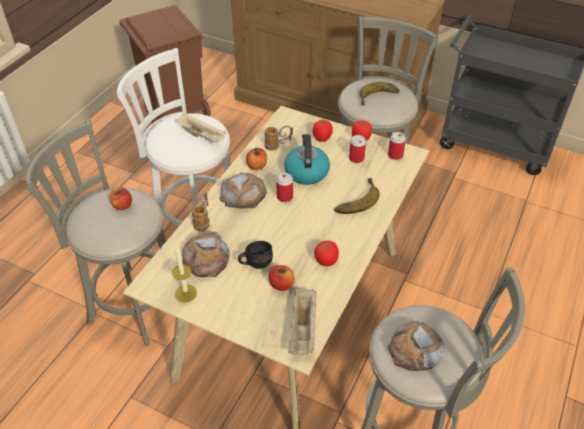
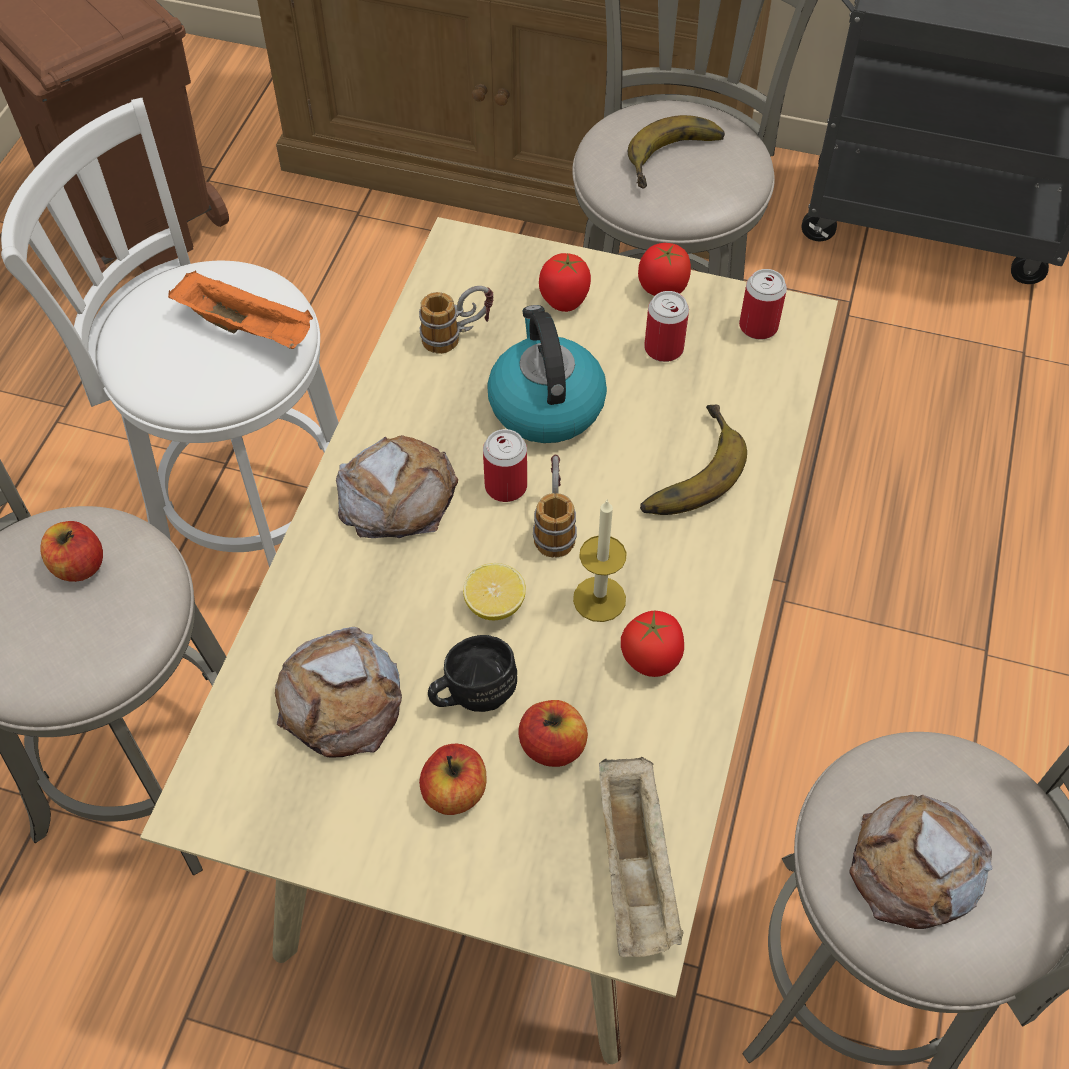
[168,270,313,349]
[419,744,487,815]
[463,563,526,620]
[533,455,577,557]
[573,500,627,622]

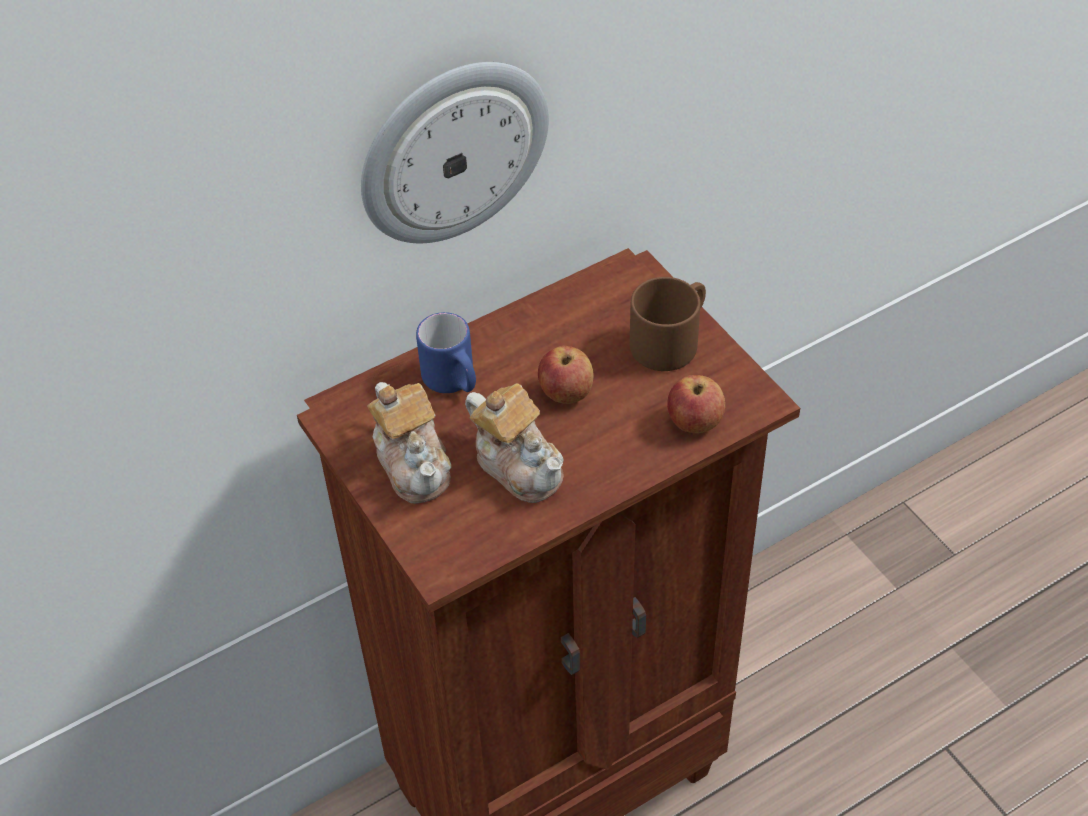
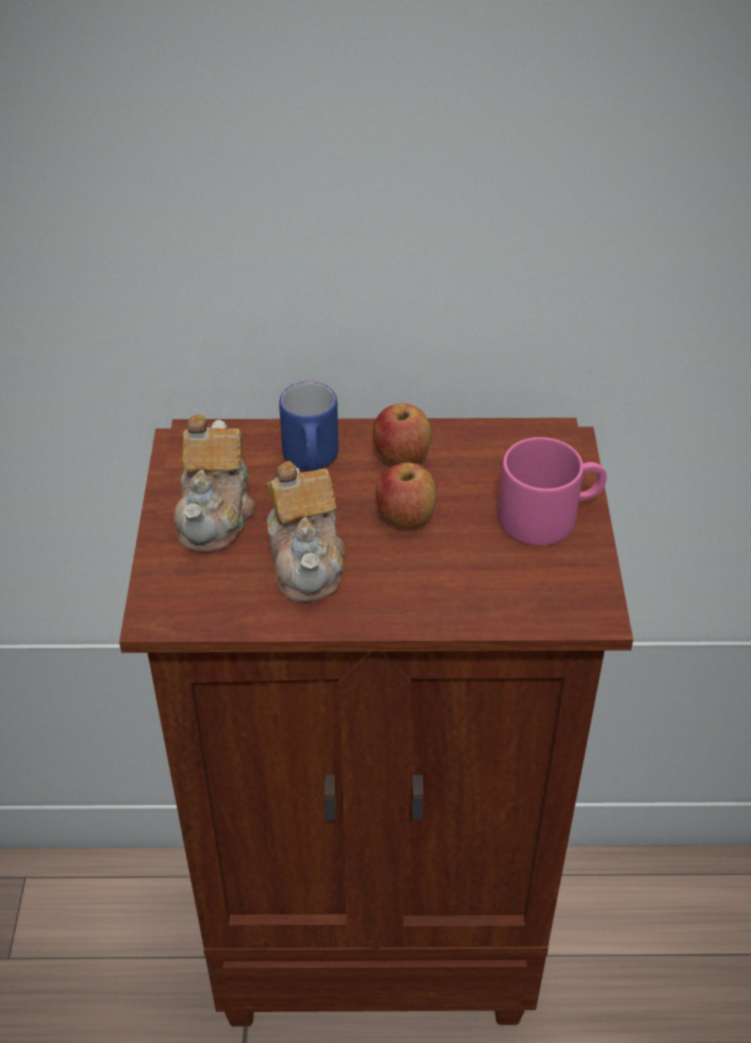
[373,403,431,464]
[498,437,607,545]
[361,62,549,243] (first image)

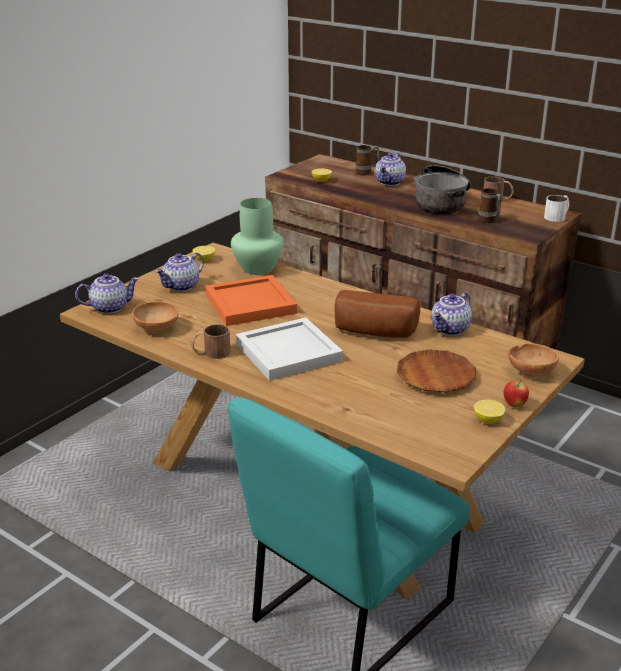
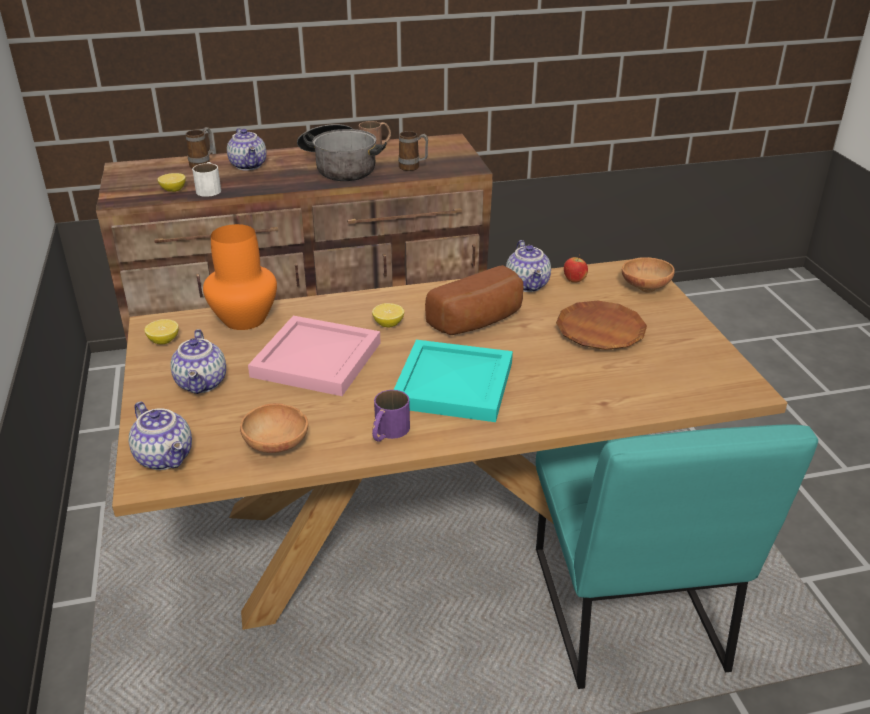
[129,402,192,470]
[192,162,221,197]
[203,224,277,330]
[248,316,381,396]
[372,303,404,327]
[372,390,410,441]
[394,340,513,422]
[564,254,588,283]

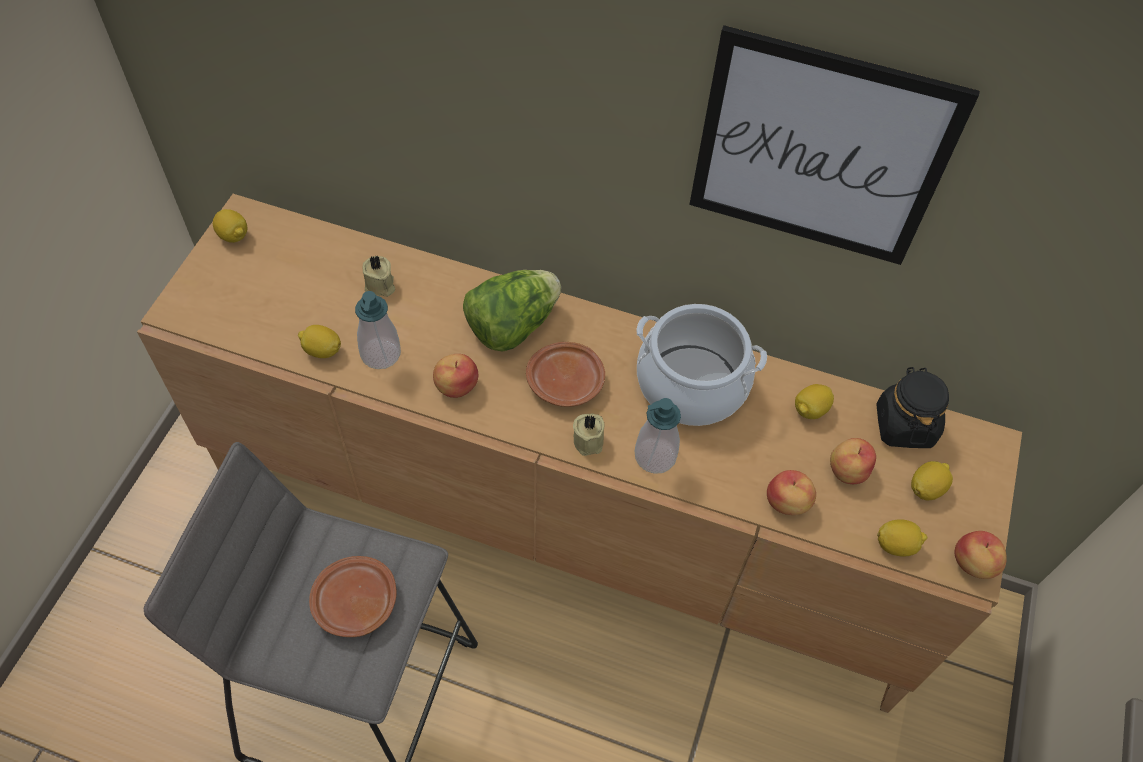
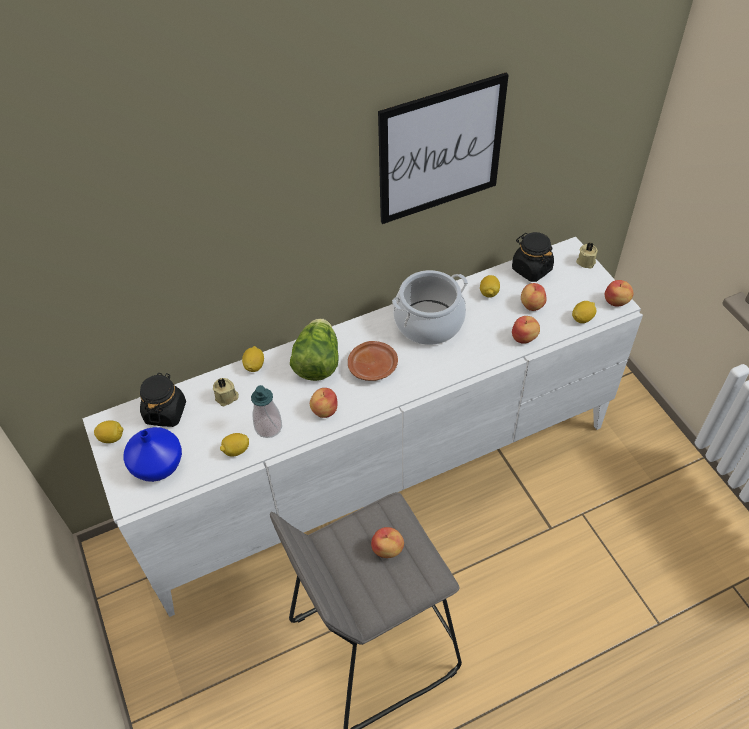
[82,237,643,617]
[124,427,182,482]
[140,373,186,427]
[242,346,264,372]
[371,527,404,558]
[576,243,598,268]
[634,398,681,474] (first image)

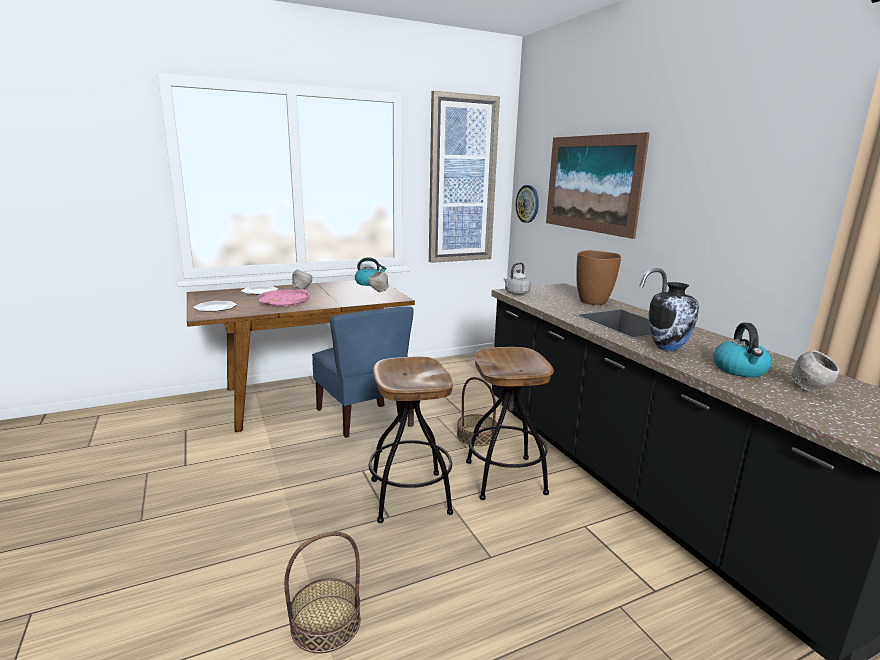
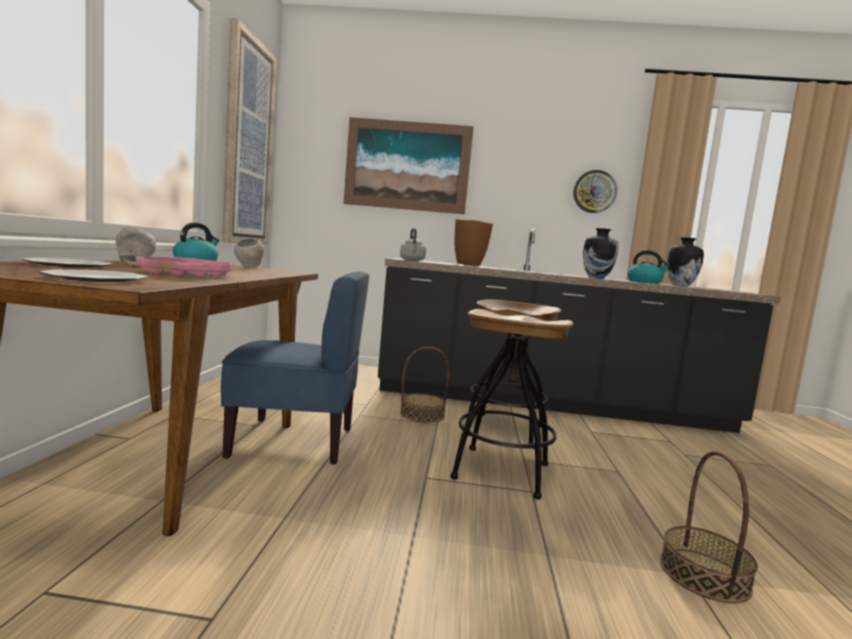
[573,170,617,213]
[667,237,704,286]

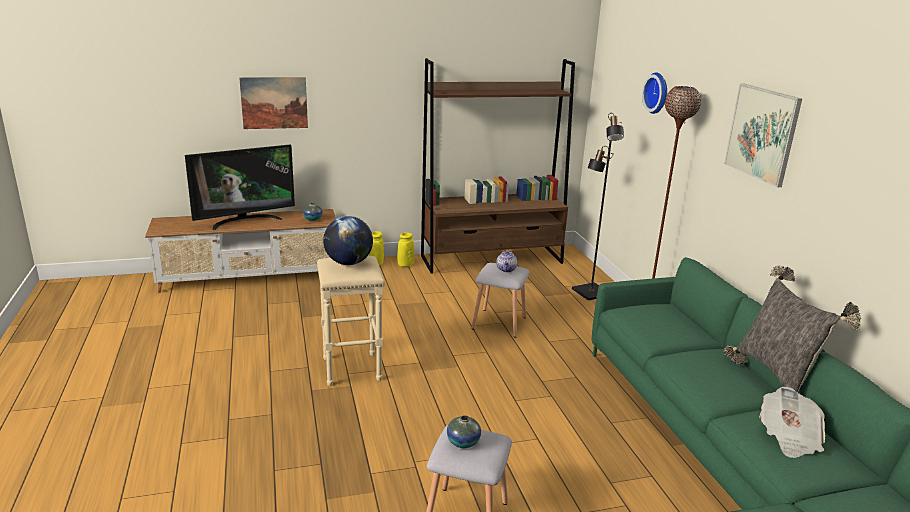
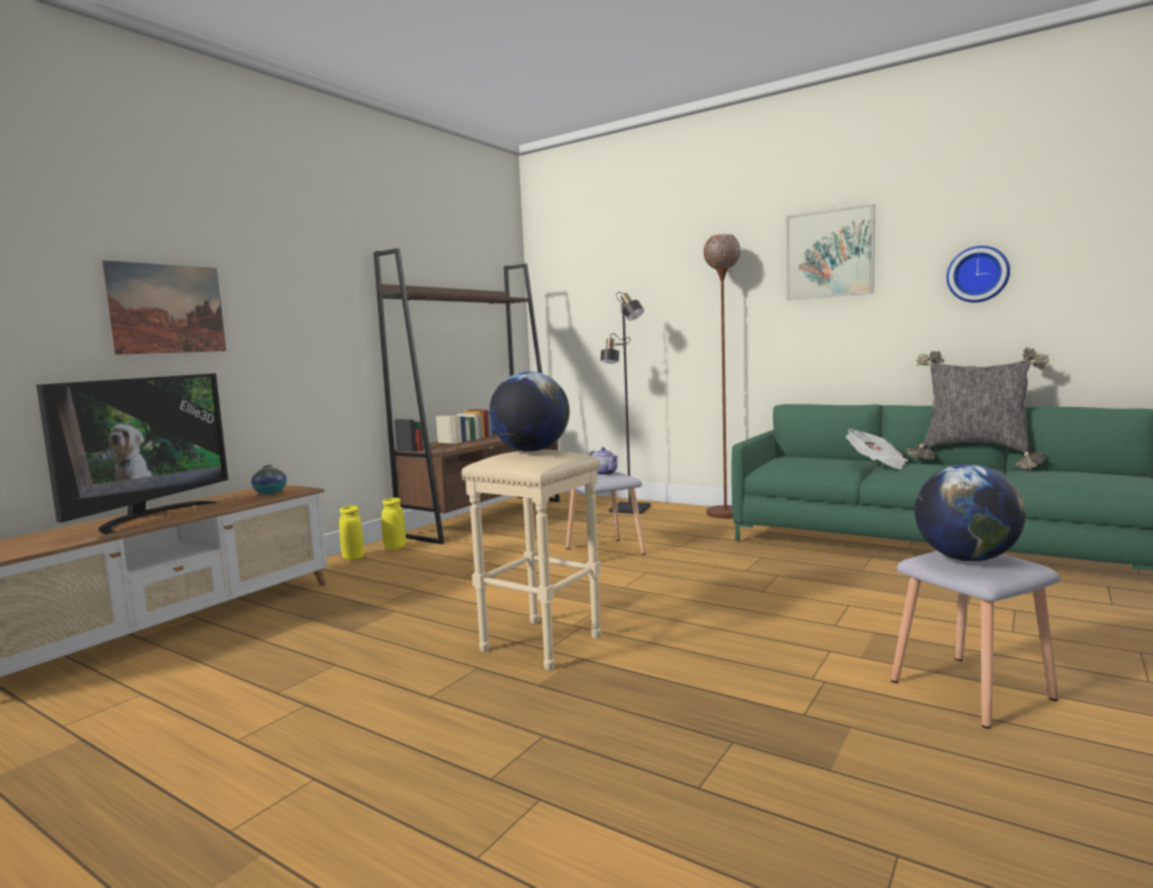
[846,429,908,469]
[915,464,1026,561]
[947,246,1010,303]

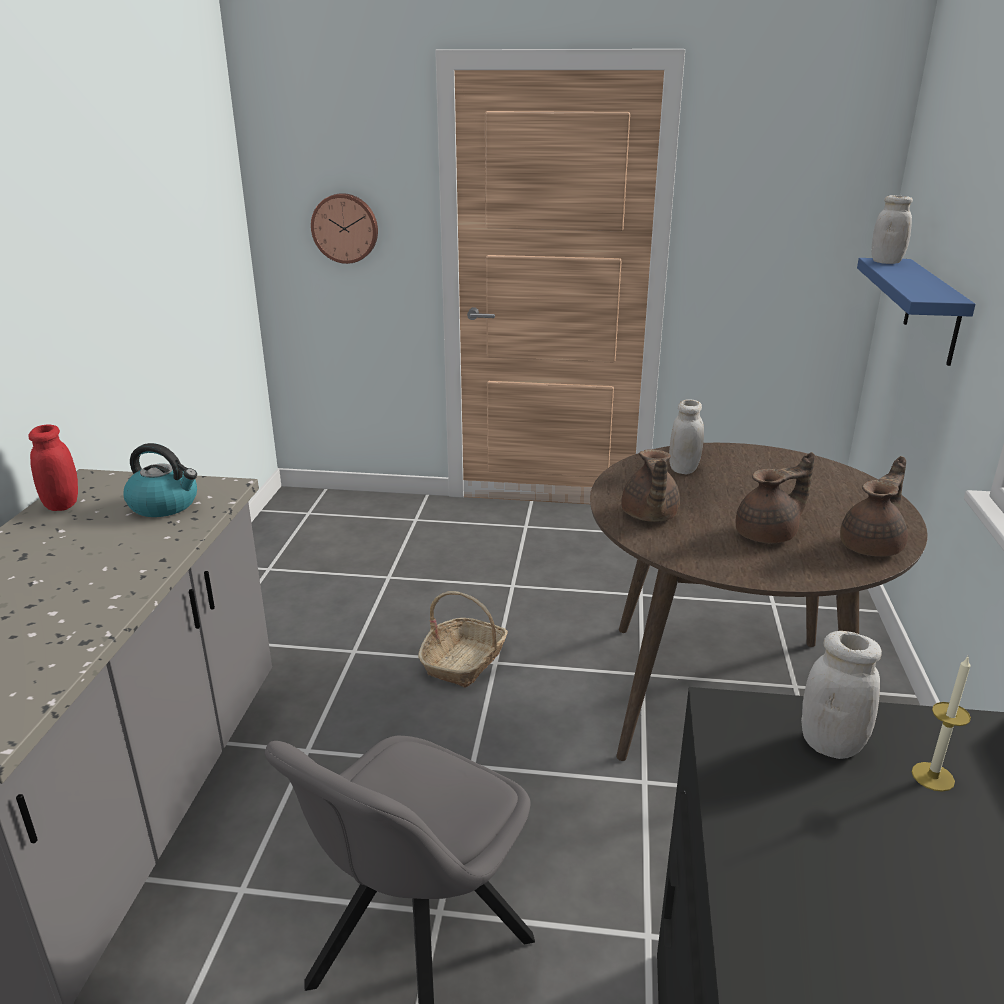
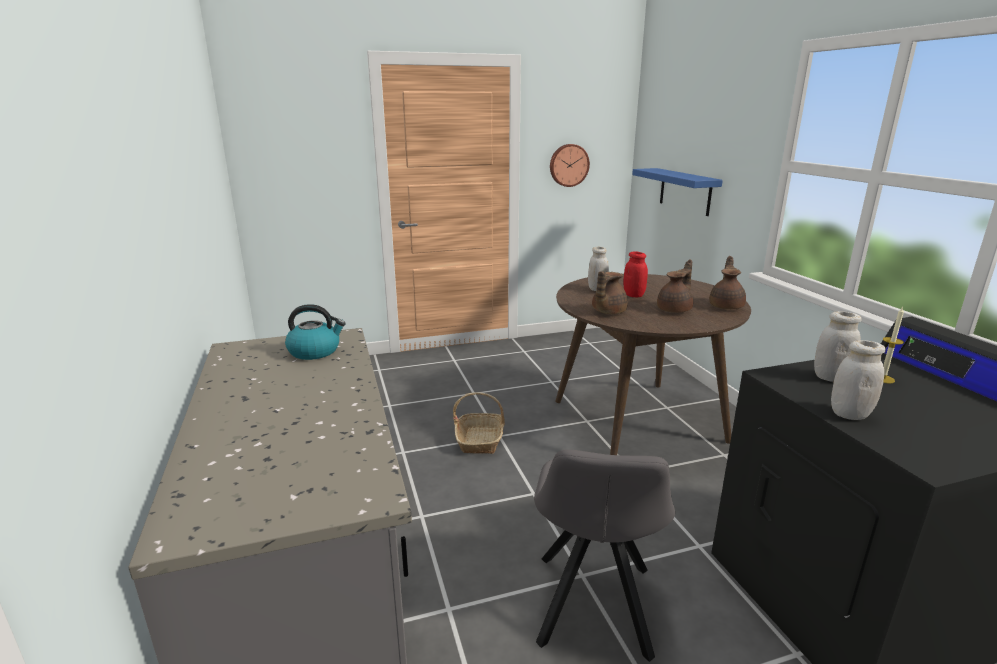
[550,144,590,187]
[592,271,628,314]
[623,252,648,297]
[831,340,886,420]

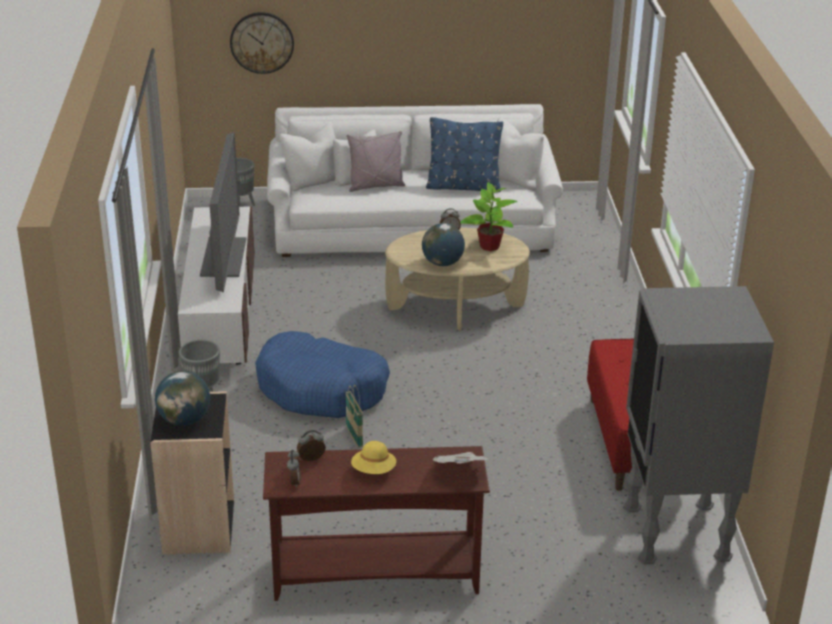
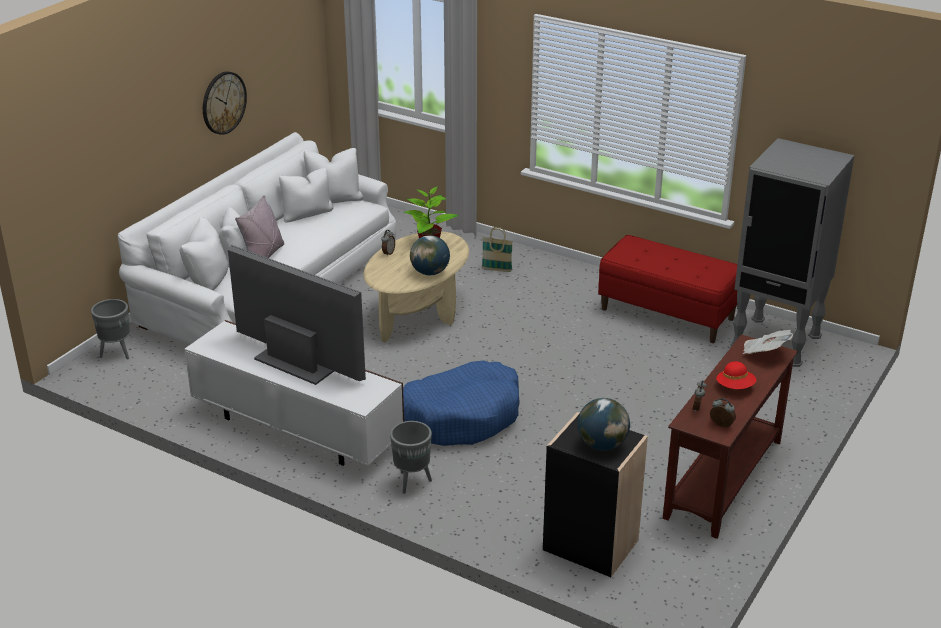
[203,72,247,135]
[482,227,513,272]
[716,361,756,389]
[426,117,503,192] (first image)

